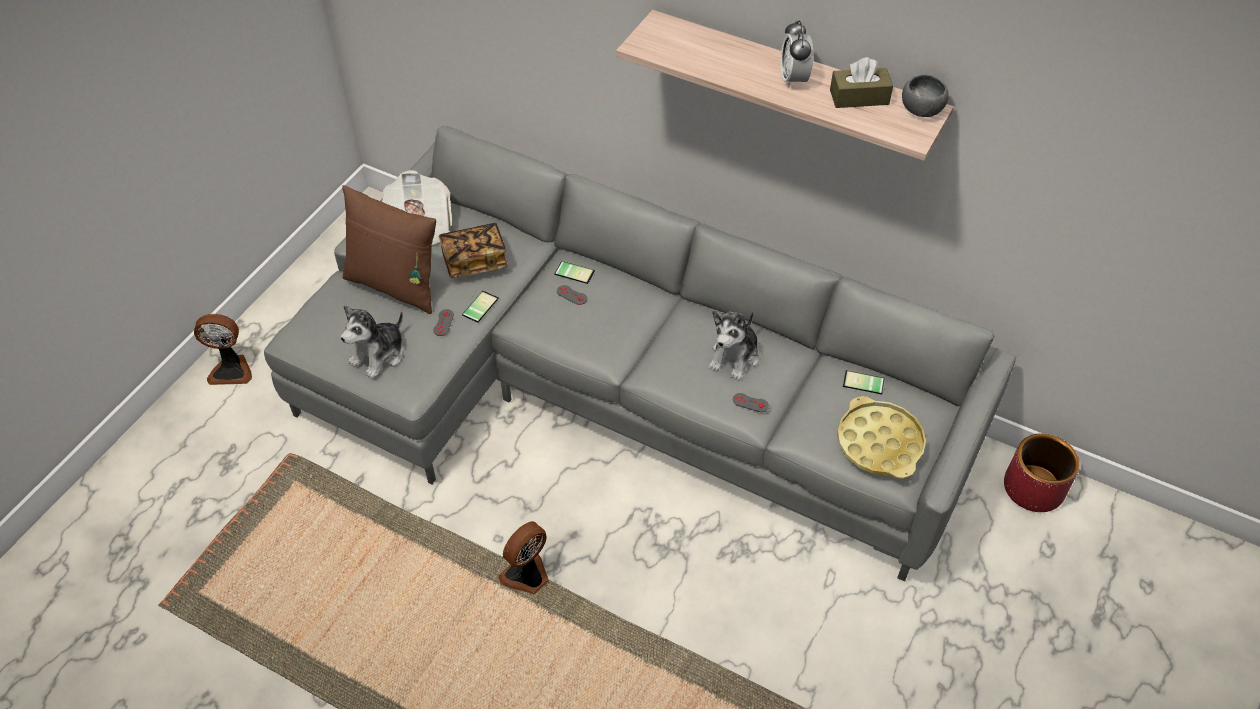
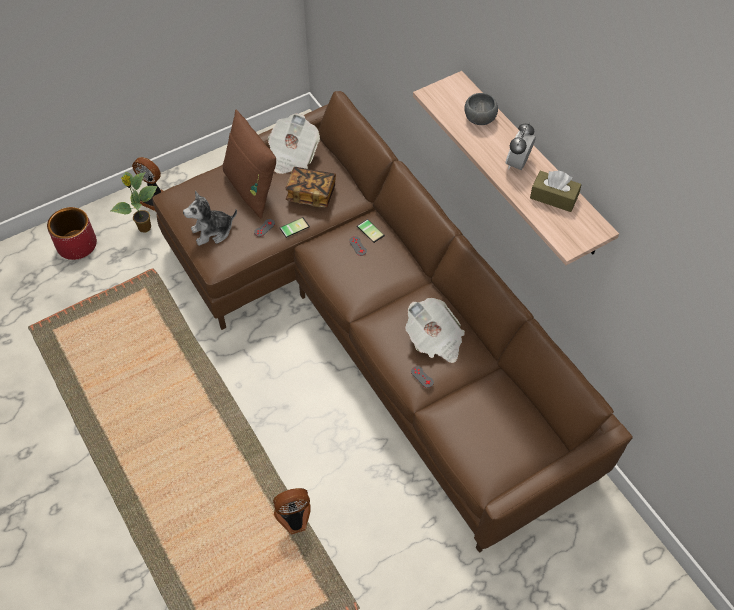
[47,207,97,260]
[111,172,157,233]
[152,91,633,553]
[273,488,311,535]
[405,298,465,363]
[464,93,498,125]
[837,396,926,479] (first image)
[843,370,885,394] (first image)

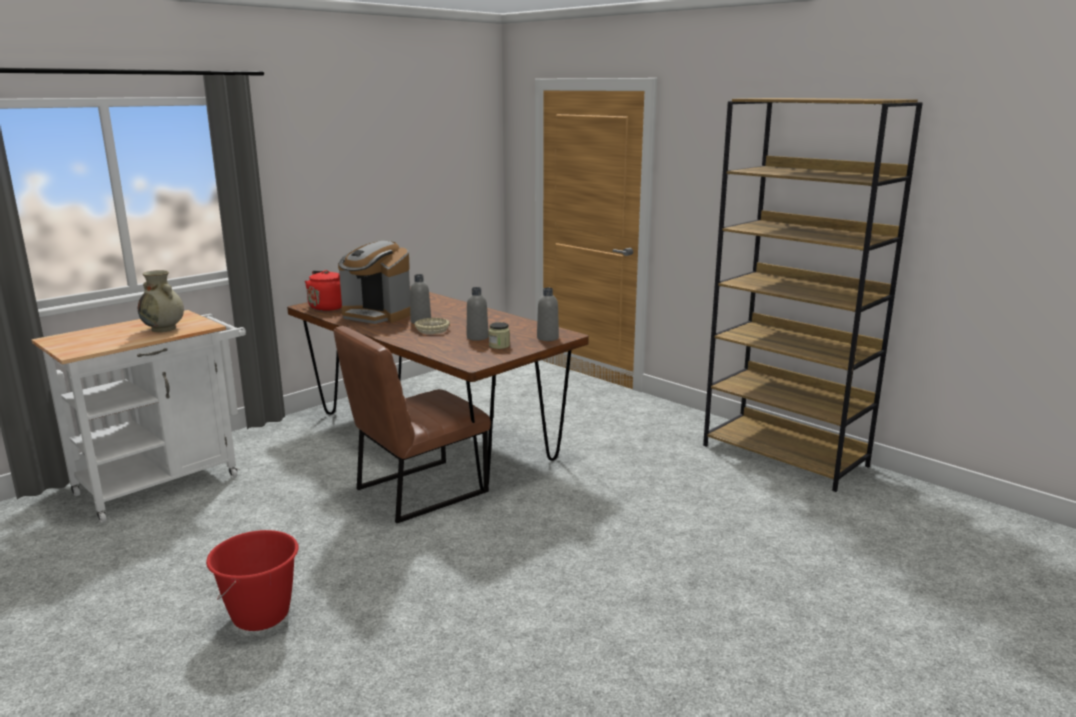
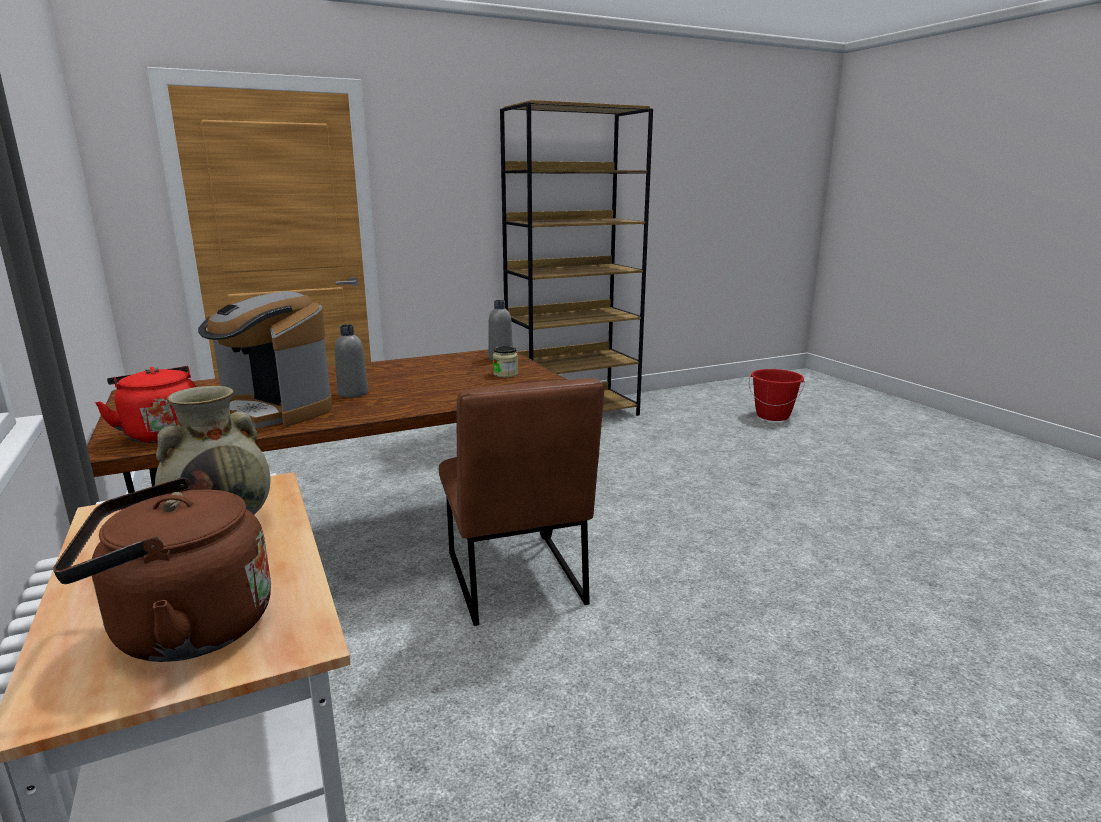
[53,478,271,662]
[198,291,332,429]
[749,369,805,421]
[414,318,450,334] (first image)
[467,287,489,341] (first image)

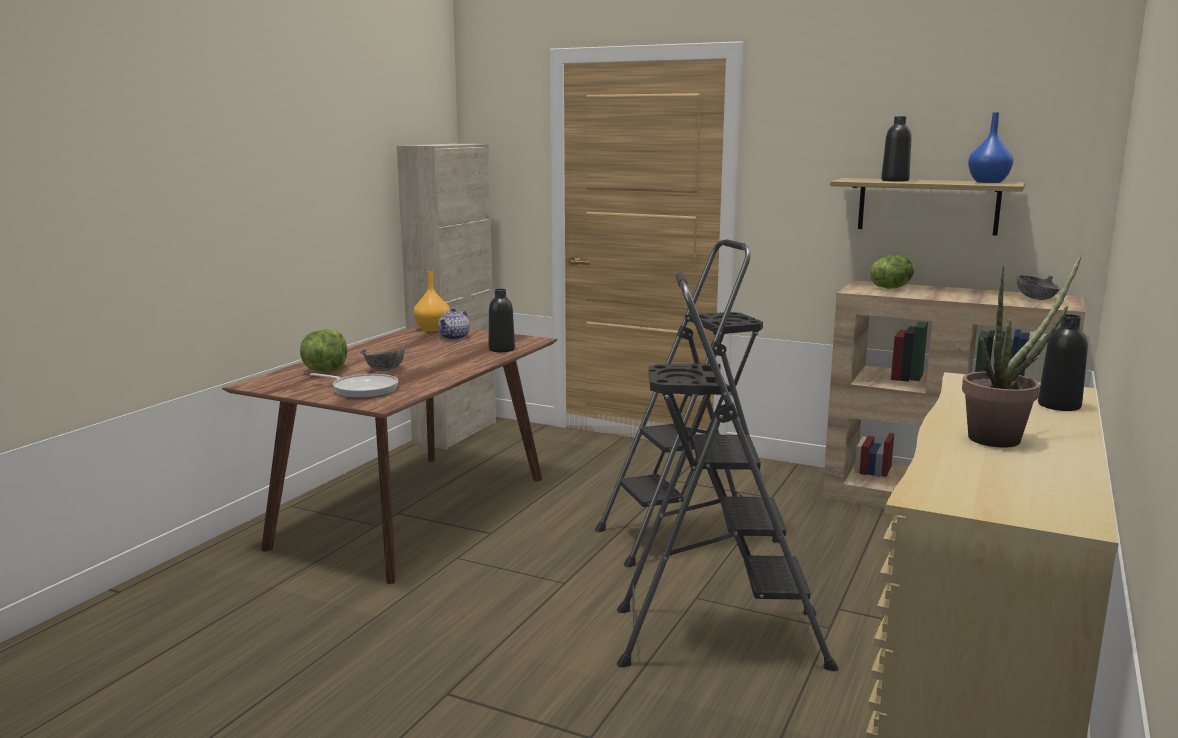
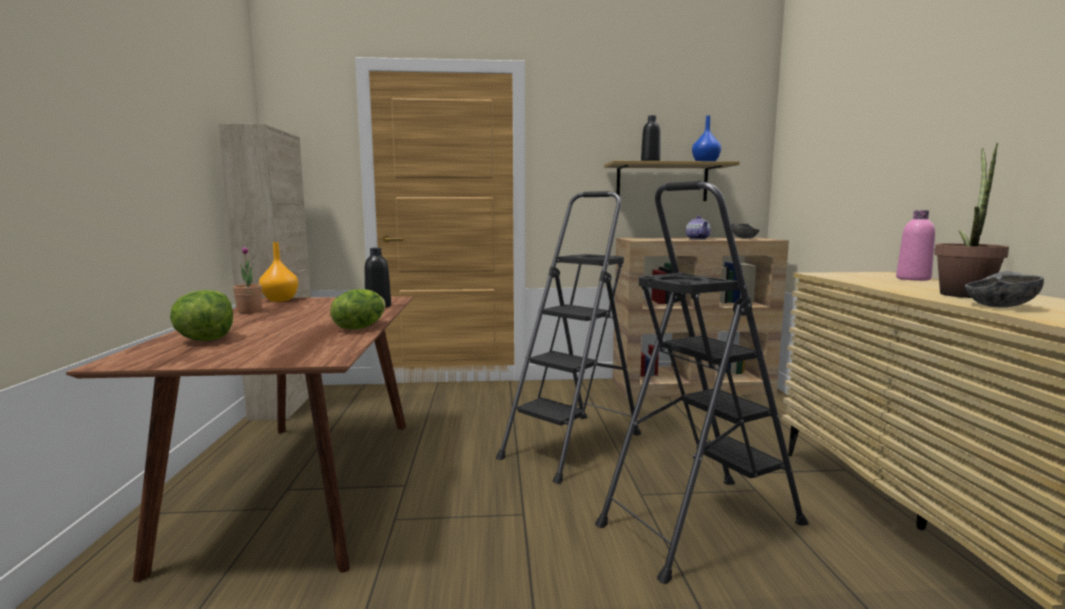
[233,246,262,313]
[330,289,386,329]
[686,216,711,240]
[896,210,935,281]
[965,271,1044,308]
[310,373,398,398] (first image)

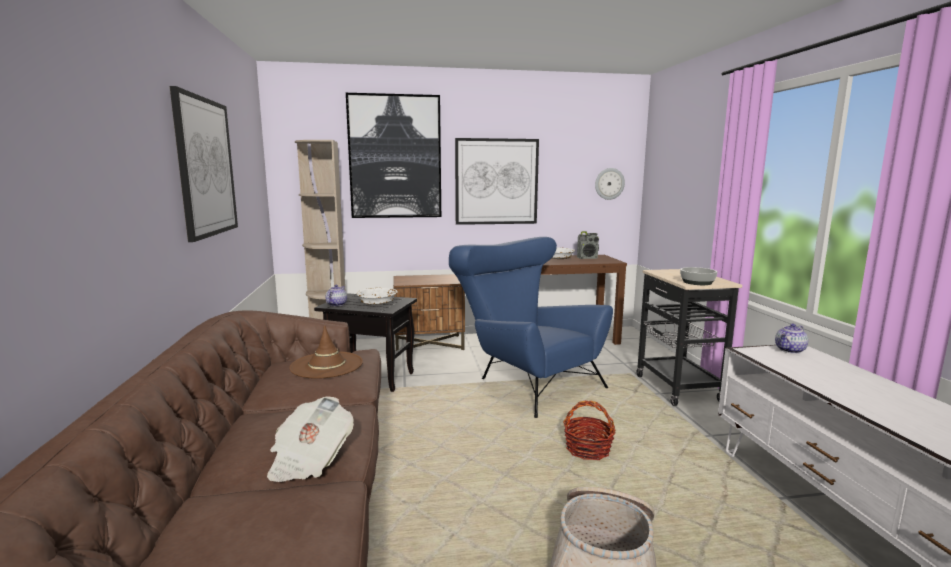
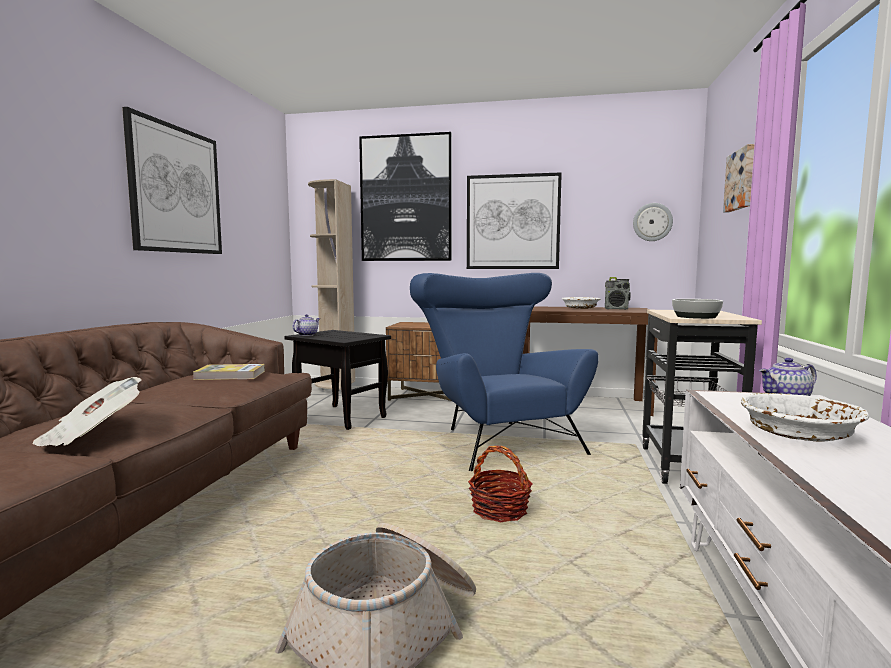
[193,364,265,380]
[723,144,755,212]
[741,393,869,442]

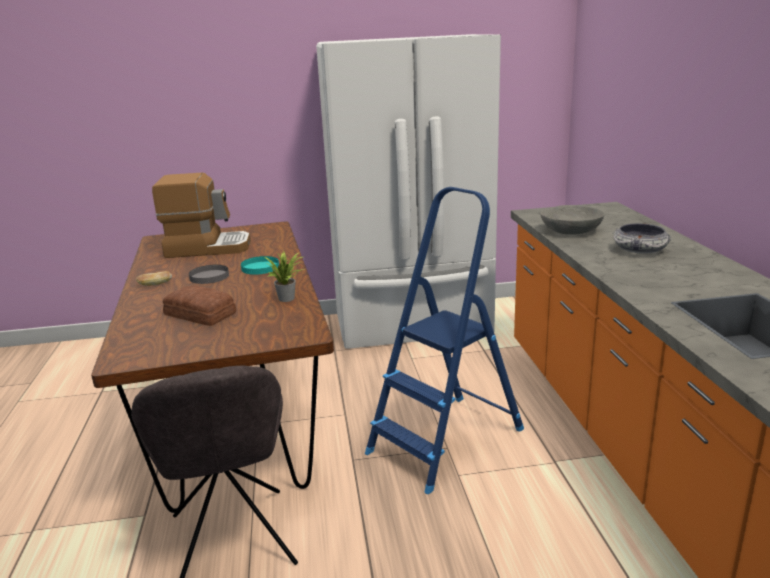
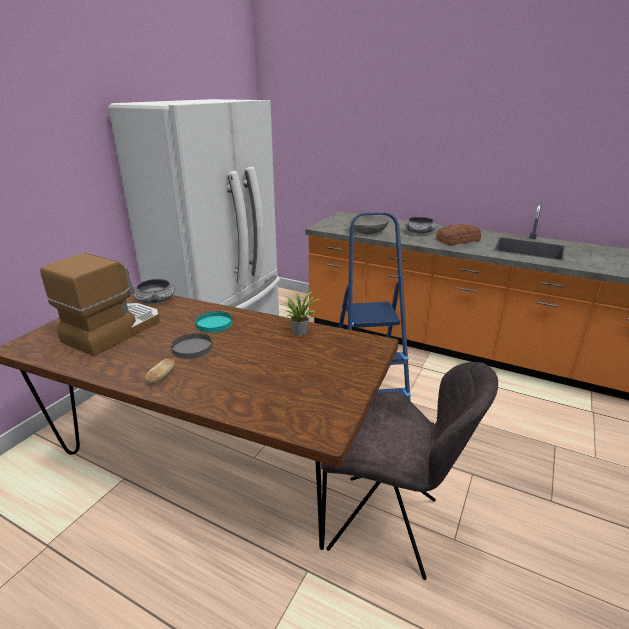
[134,279,176,304]
[436,224,481,245]

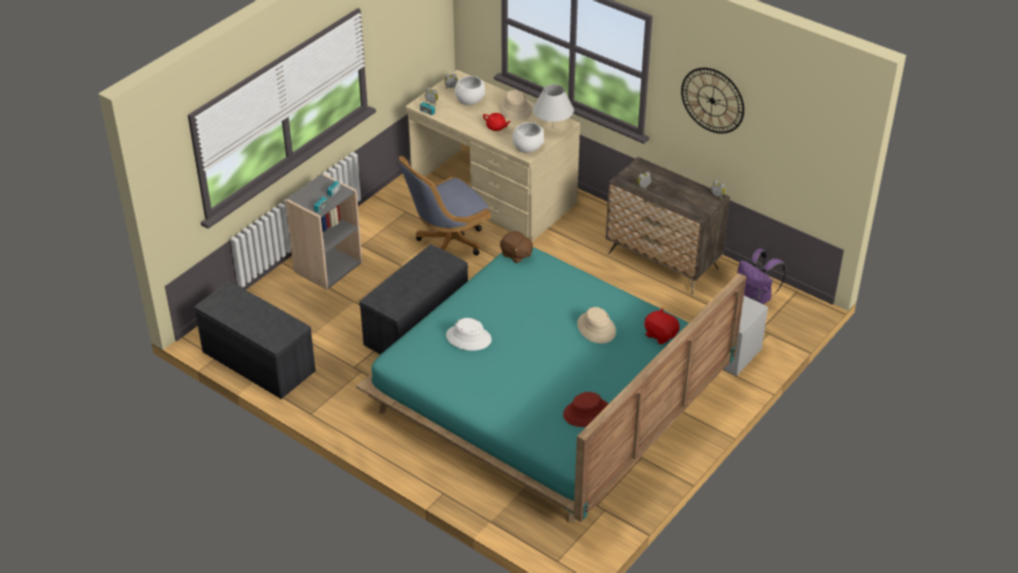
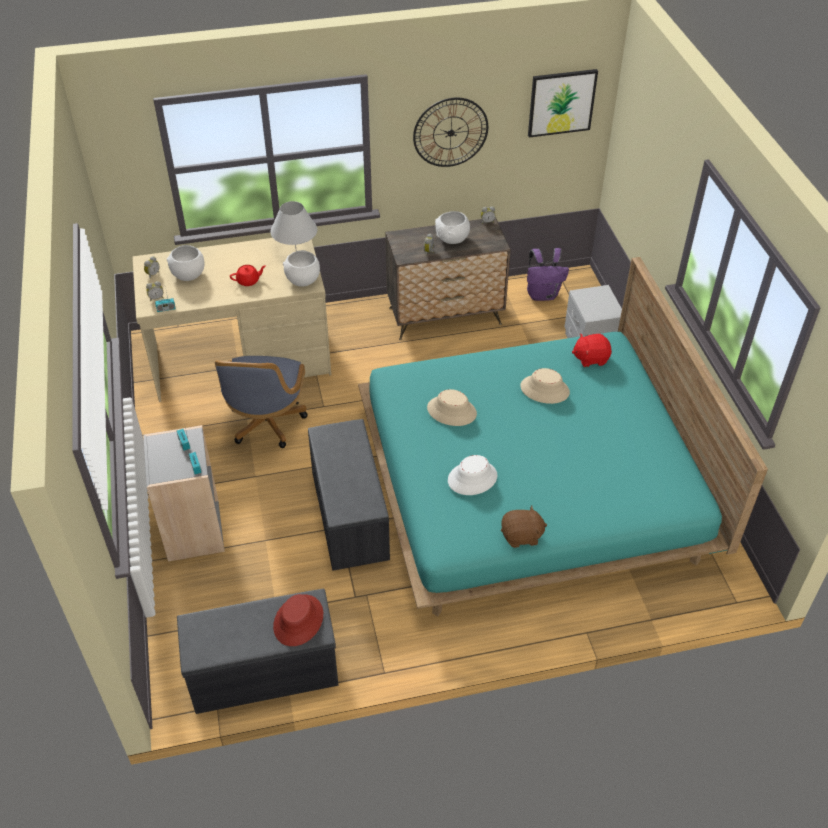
[273,594,323,646]
[427,389,477,426]
[435,211,470,244]
[501,506,547,548]
[528,69,598,137]

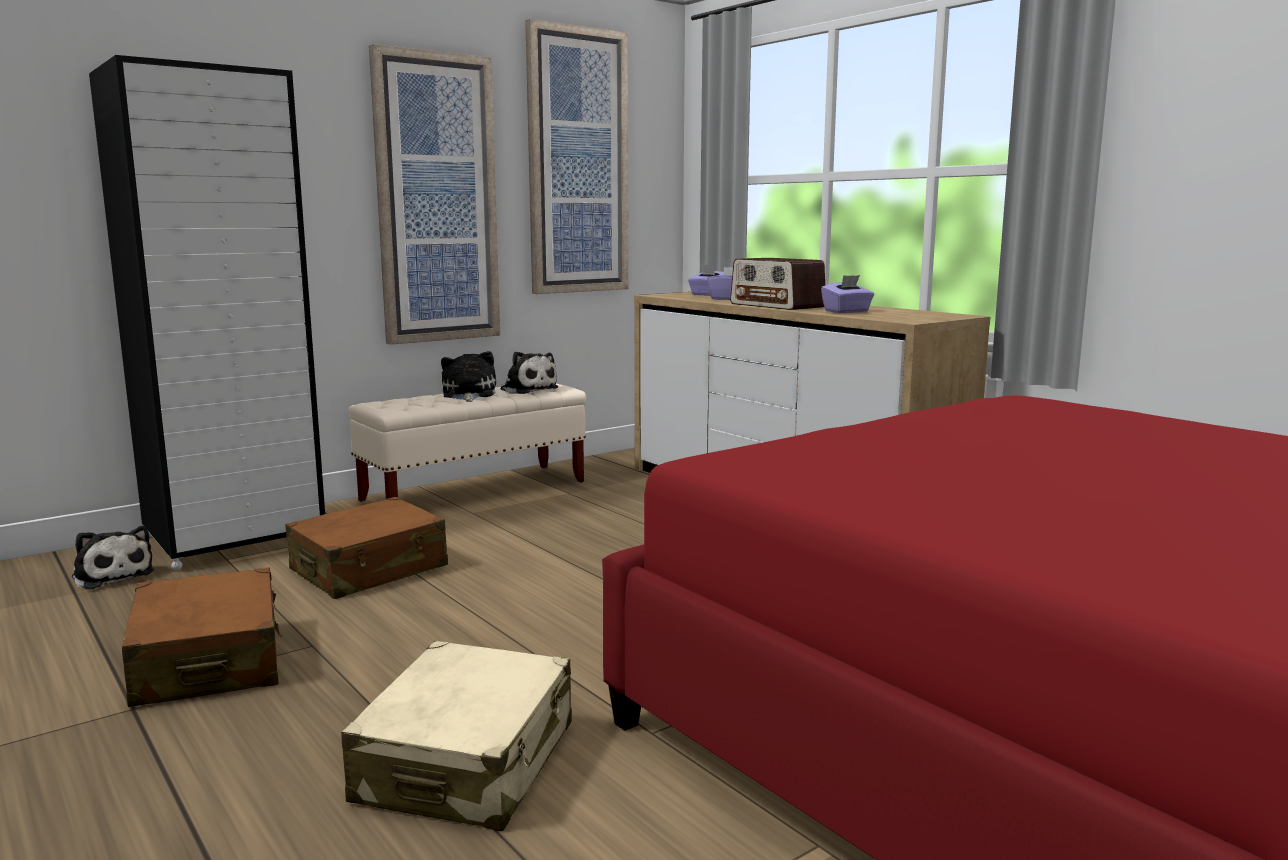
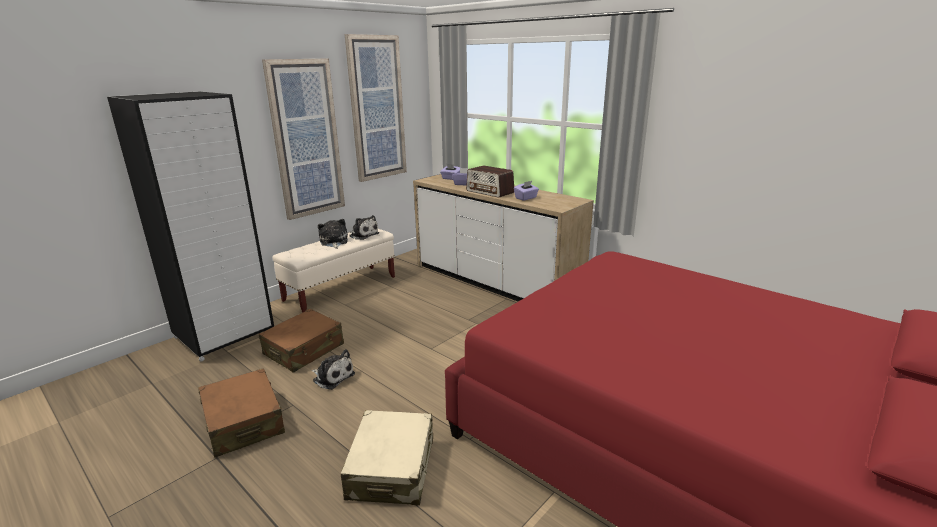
[311,349,355,390]

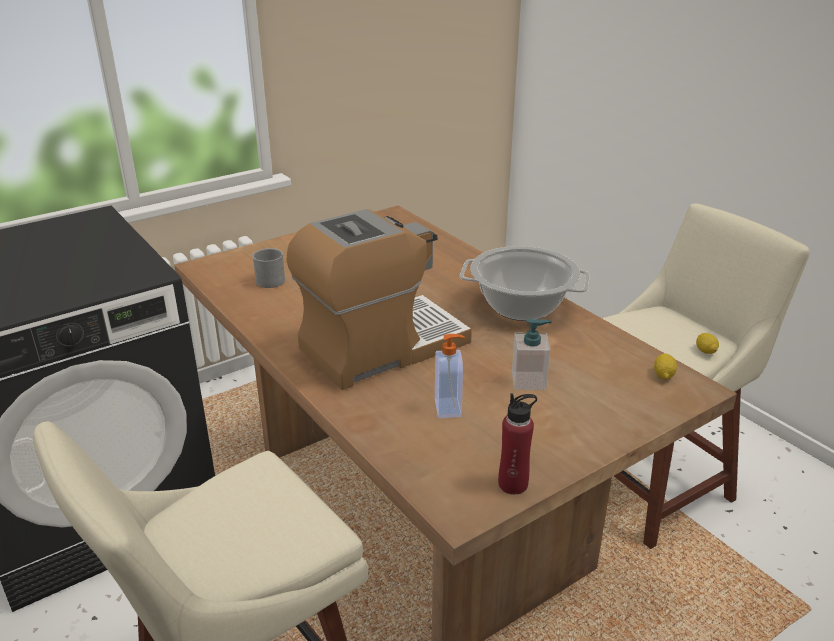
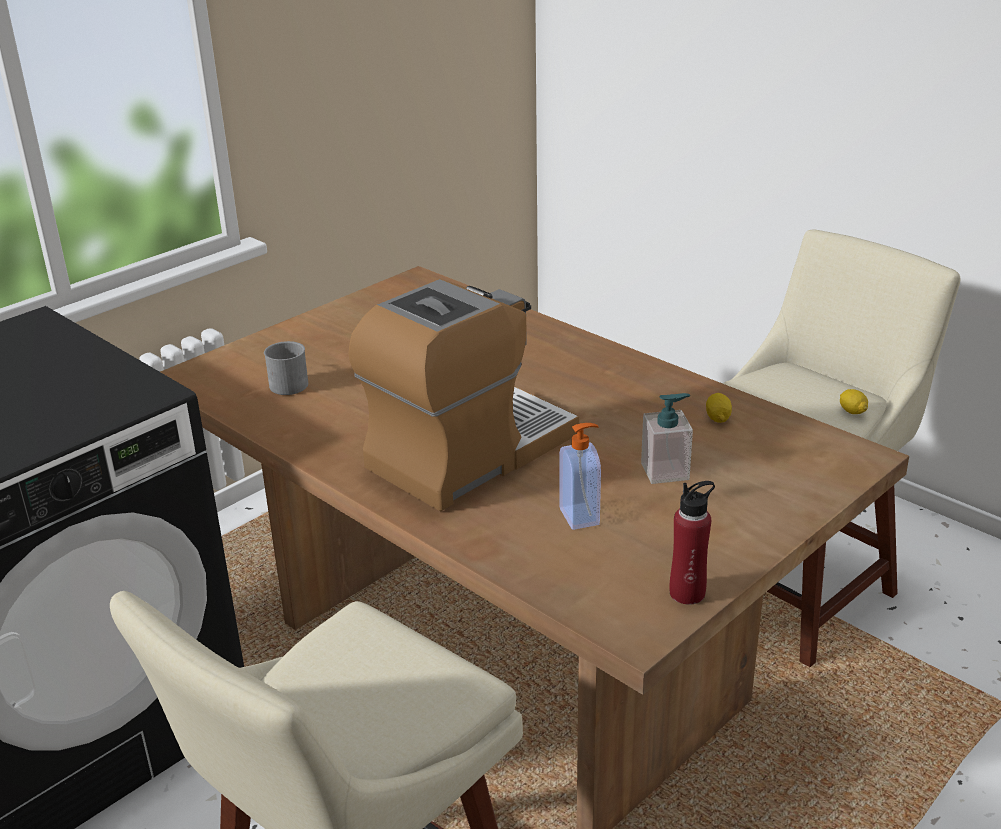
[706,393,732,423]
[460,246,589,321] (first image)

